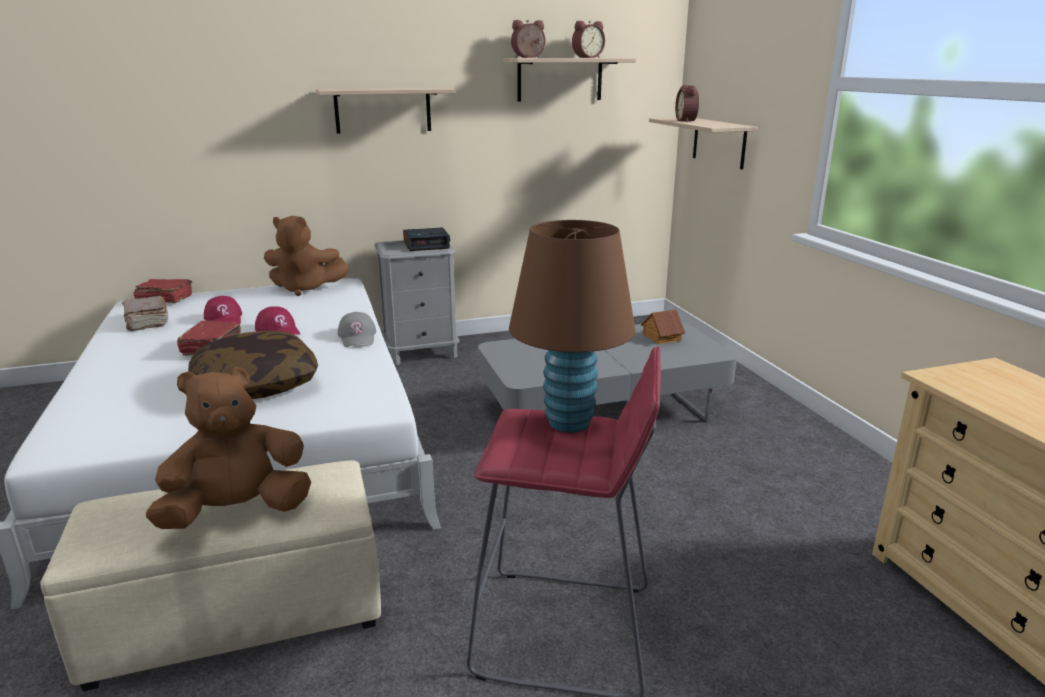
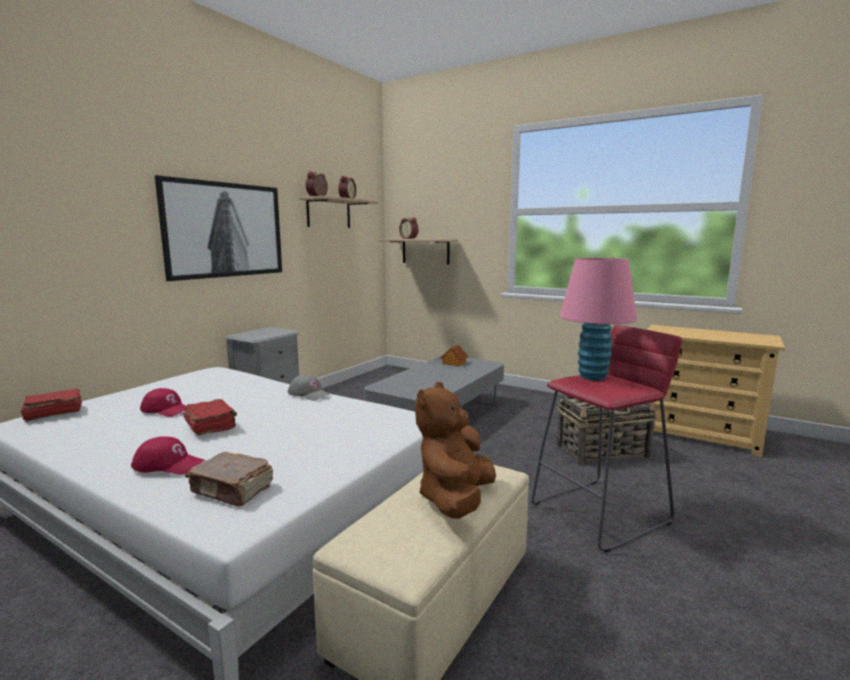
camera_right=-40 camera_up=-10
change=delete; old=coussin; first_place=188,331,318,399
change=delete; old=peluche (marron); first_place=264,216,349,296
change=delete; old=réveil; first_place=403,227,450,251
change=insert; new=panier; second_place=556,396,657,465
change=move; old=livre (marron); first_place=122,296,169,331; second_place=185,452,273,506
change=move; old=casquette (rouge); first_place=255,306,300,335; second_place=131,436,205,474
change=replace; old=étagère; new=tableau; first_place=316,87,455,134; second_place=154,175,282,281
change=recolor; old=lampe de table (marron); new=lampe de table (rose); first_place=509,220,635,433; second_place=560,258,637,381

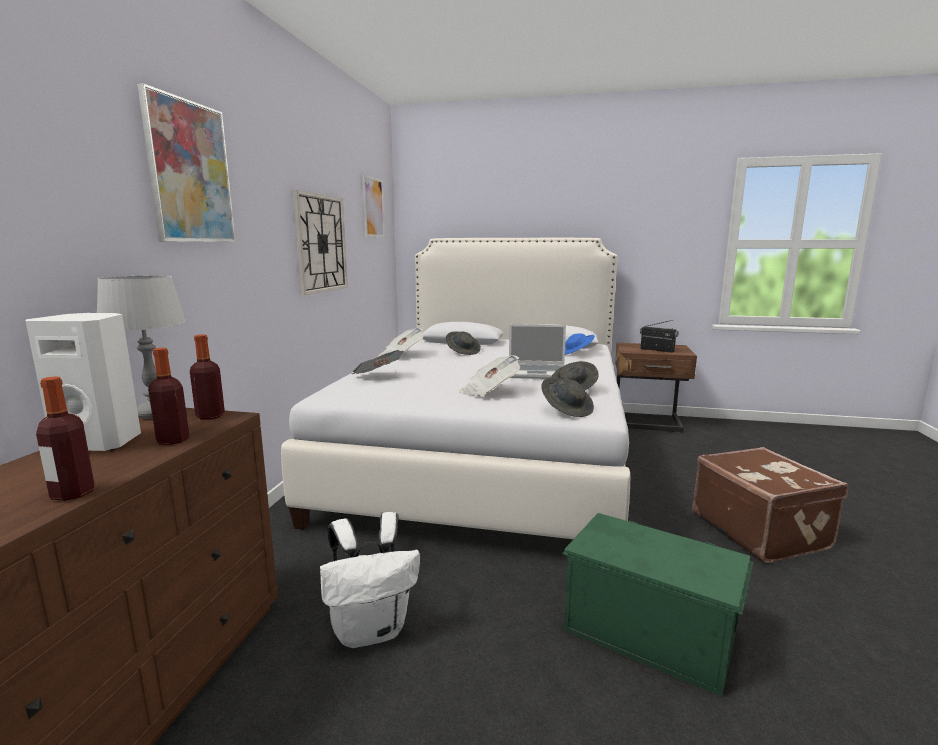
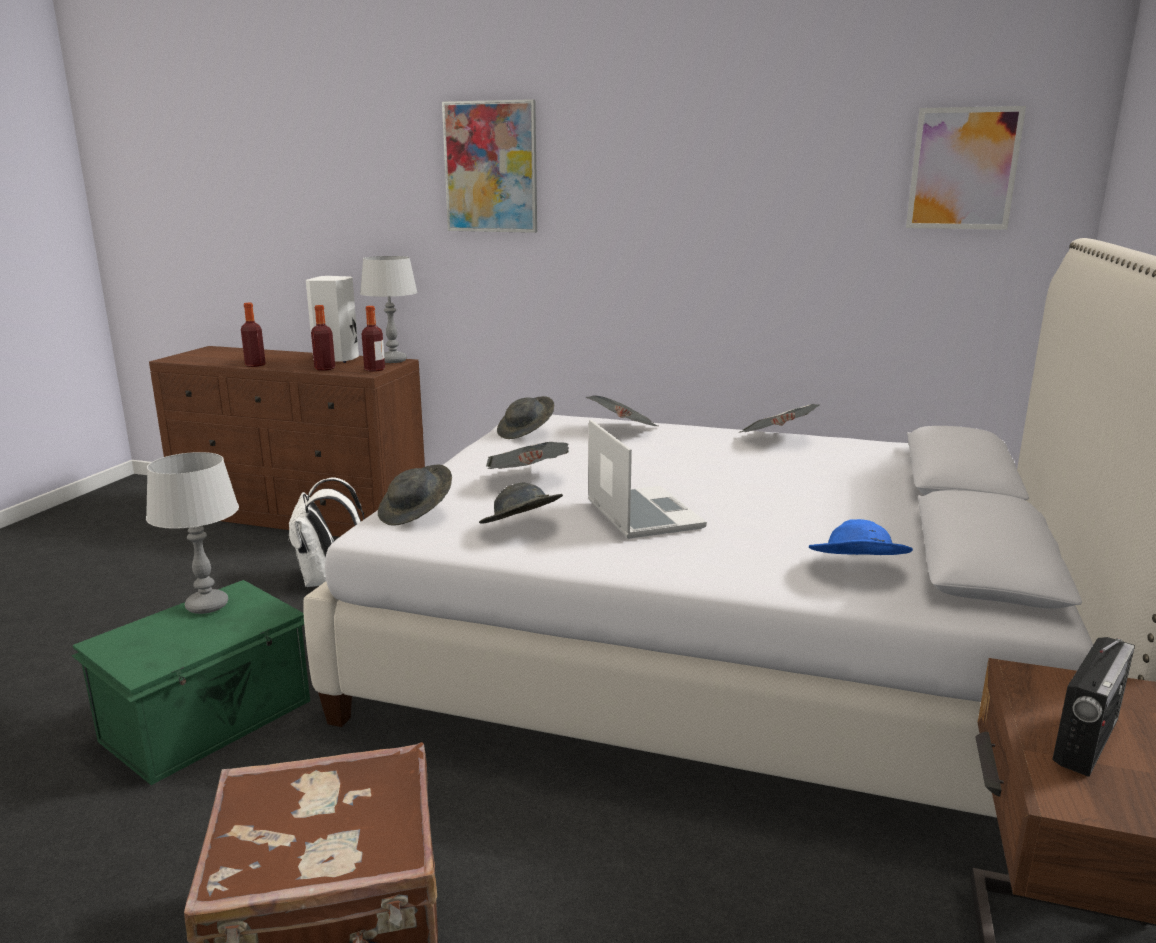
camera_right=95 camera_up=5
change=delete; old=horloge murale; first_place=293,190,348,295
change=insert; new=lampe de table (gris); second_place=146,452,239,614
change=move; old=chapeau (gris); first_place=446,331,481,355; second_place=497,396,554,439
change=rotate; old=ordinateur portable; first_place=509,324,566,379; second_place=588,419,707,539; degrees=150

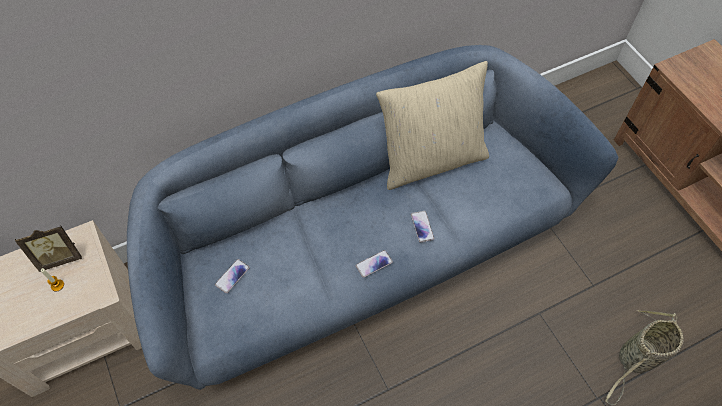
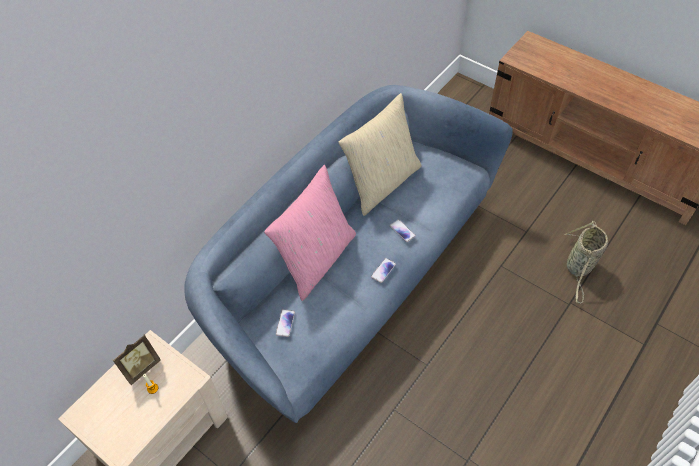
camera_right=-25 camera_up=-5
change=insert; new=coussin (rose); second_place=264,165,356,301

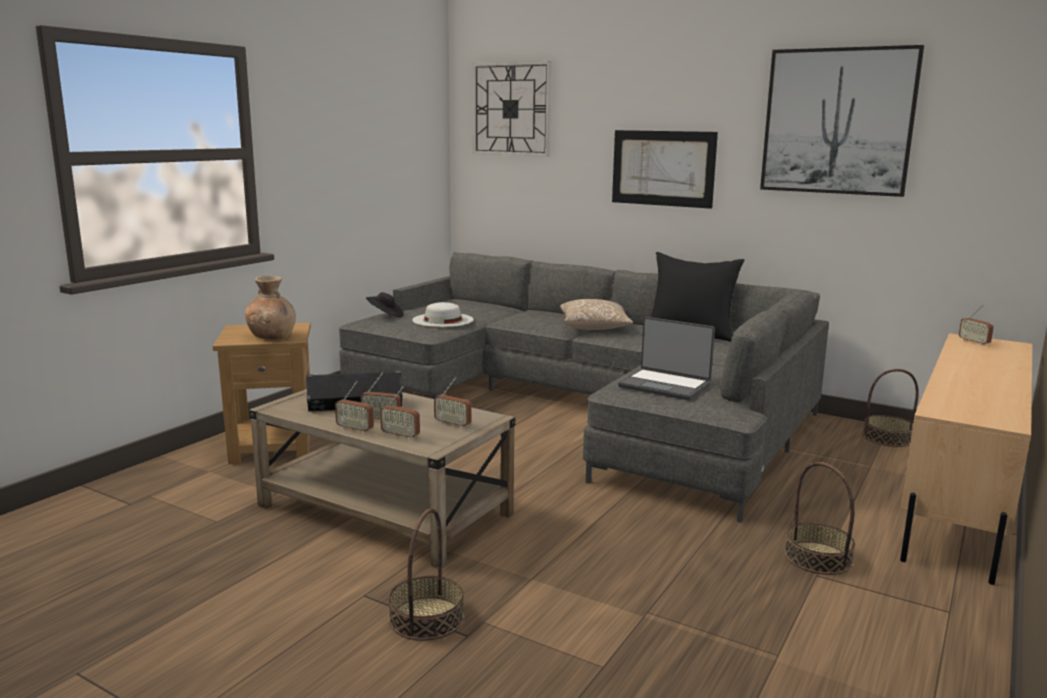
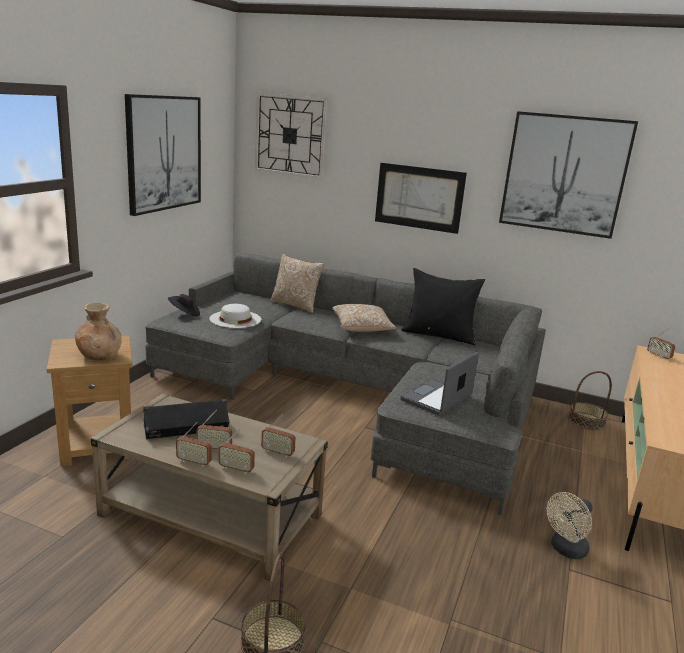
camera_right=-10 camera_up=5
change=insert; new=tableau; second_place=125,94,201,216
change=insert; new=coussin; second_place=270,254,325,314
change=replace; old=panier; new=ventilateur (beige); first_place=784,462,855,575; second_place=547,492,593,559
change=rotate; old=ordinateur portable; first_place=618,317,715,400; second_place=400,352,479,415; degrees=105

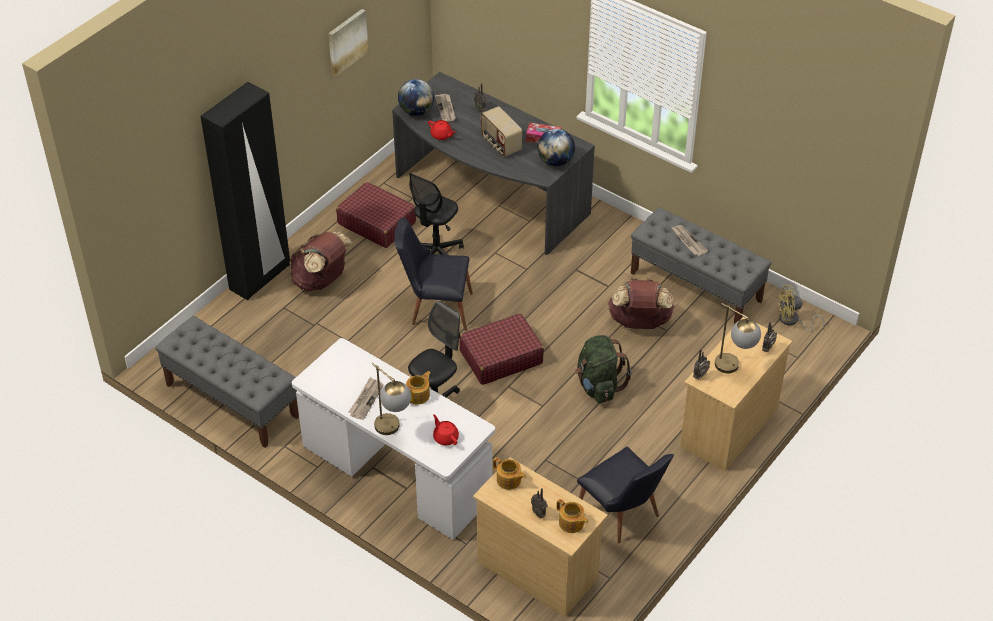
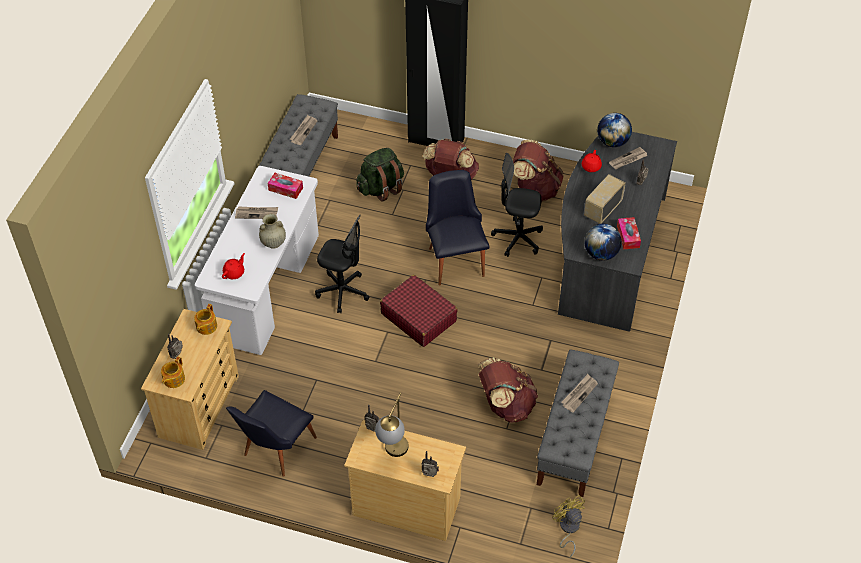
camera_right=70 camera_up=5
change=delete; old=tableau; first_place=328,9,369,77
change=delete; old=lampe de table; first_place=372,363,411,435
change=insert; new=boîte à mouchoirs; second_place=268,173,303,199
change=insert; new=journal; second_place=290,115,318,145
change=move; old=sac à dos (vert); first_place=575,335,632,403; second_place=356,148,404,202
change=replace; old=valise (rouge); new=sac à dos (marron); first_place=336,182,416,248; second_place=513,140,564,202
change=replace; old=théière; new=vase (beige); first_place=406,371,431,405; second_place=259,214,286,249

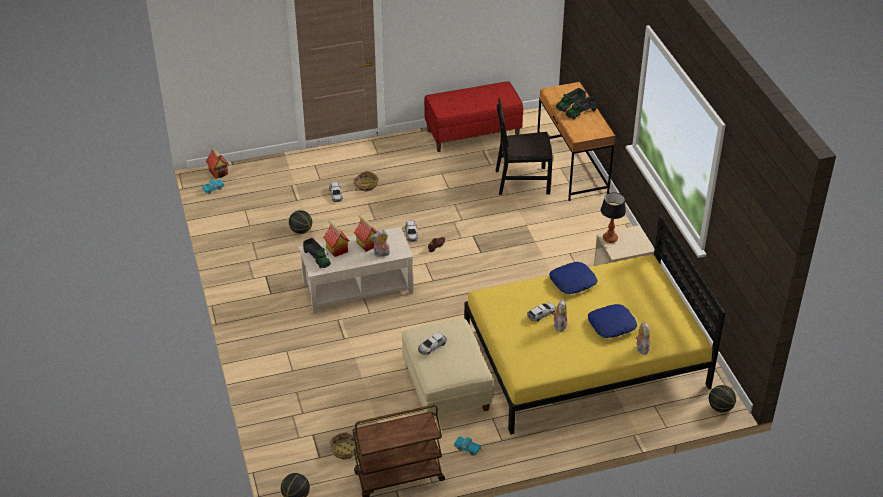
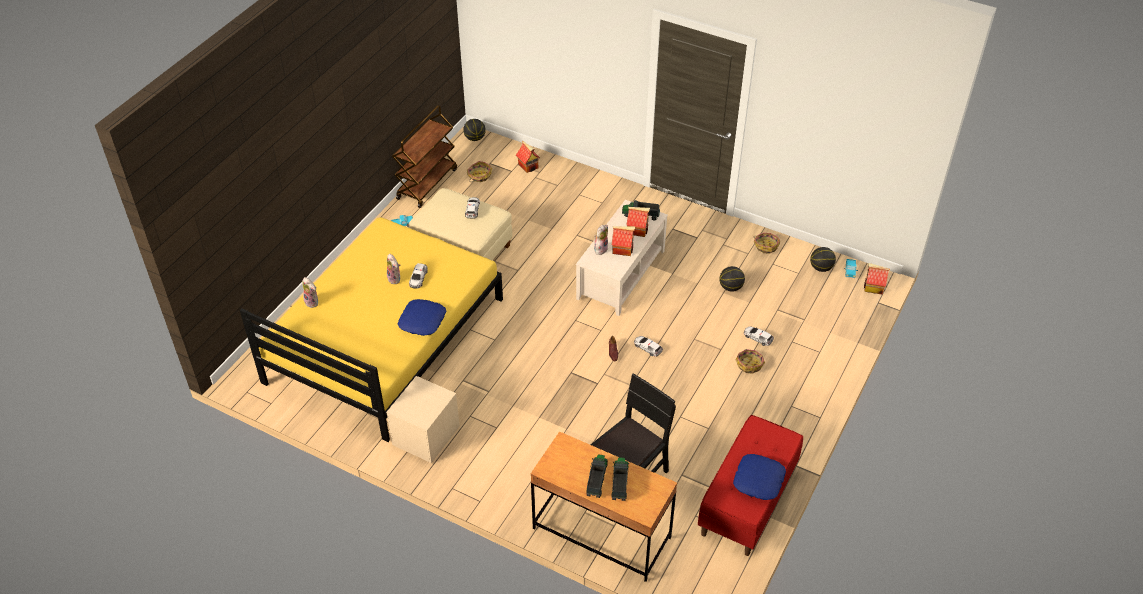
camera_right=135 camera_up=5
change=delete; old=lampe de table; first_place=601,192,626,243
change=insert; new=maison miniature; second_place=516,140,540,173
change=insert; new=panier; second_place=754,233,780,254
change=move; old=coussin (bleu); first_place=588,304,637,338; second_place=733,454,786,500
change=move; old=ballon de basket; first_place=709,385,736,412; second_place=810,247,836,272

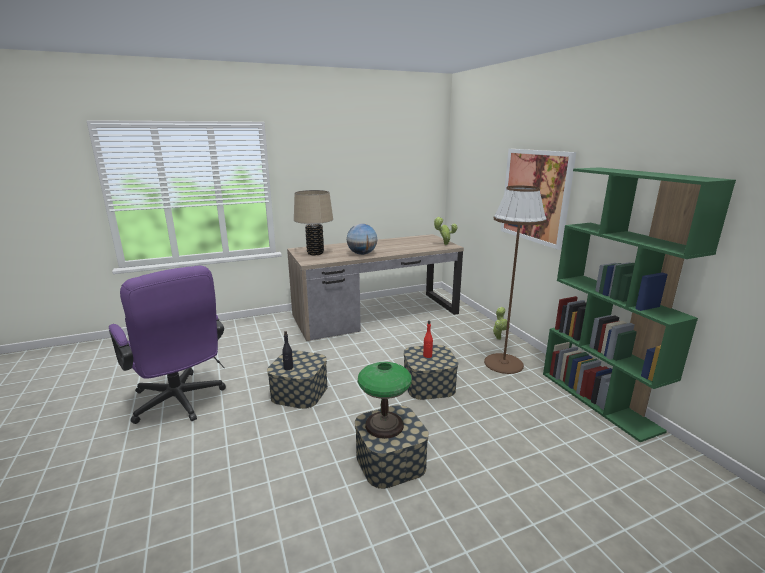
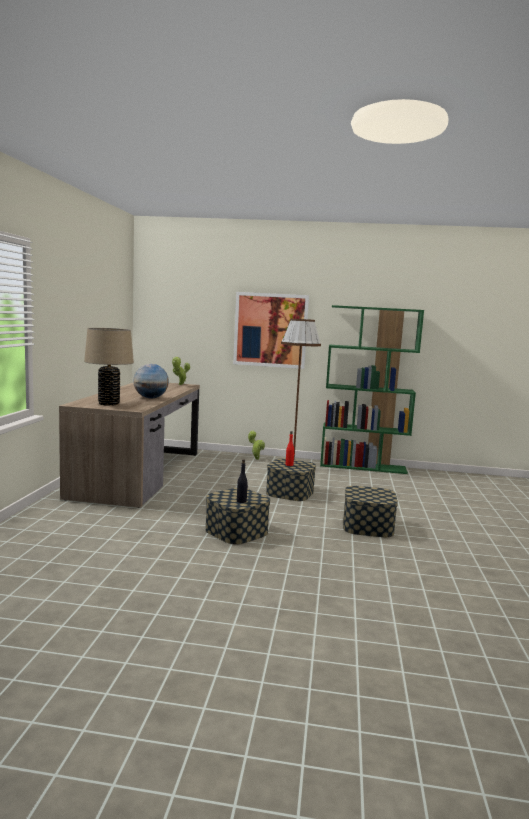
camera_right=-60 camera_up=-10
change=delete; old=chaise de bureau (violet); first_place=109,265,226,424
change=delete; old=lampe de table; first_place=358,362,412,439

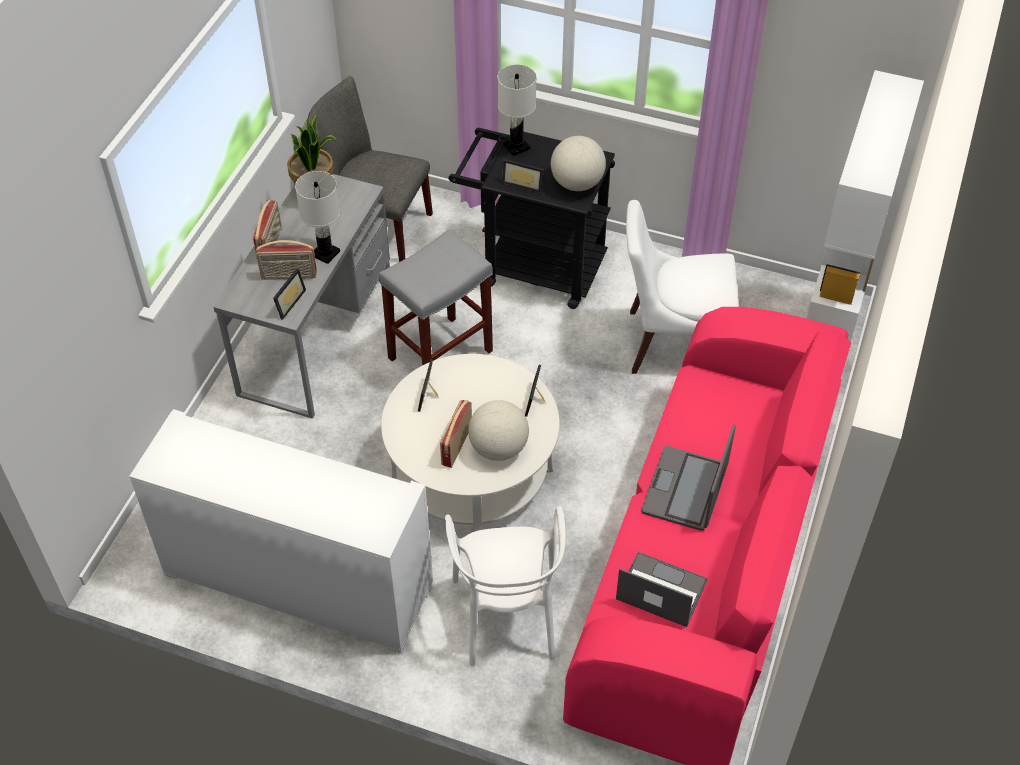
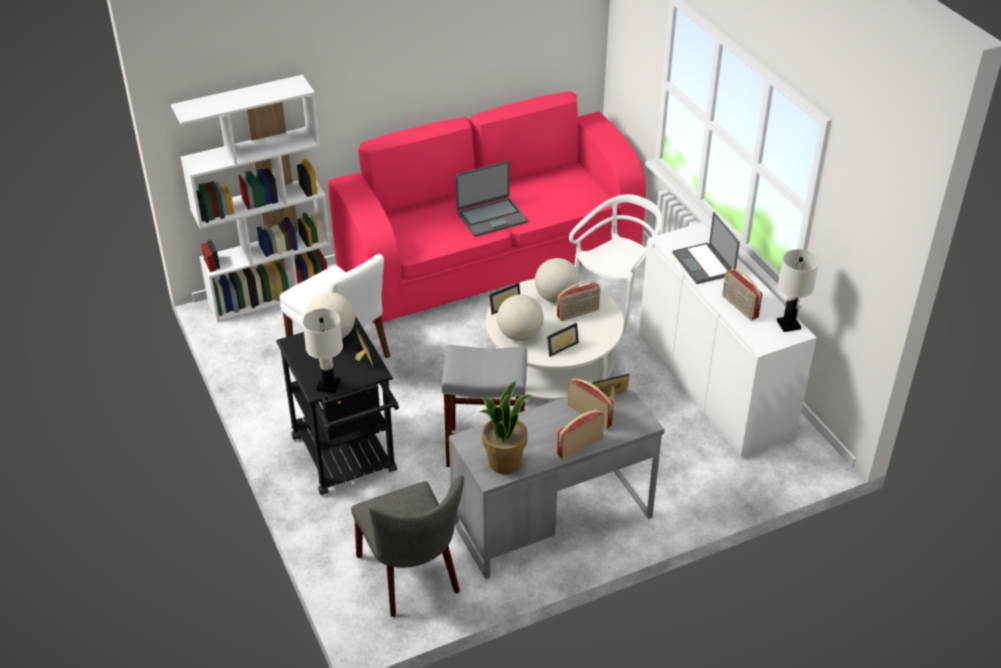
camera_right=-135 camera_up=-10
change=insert; new=globe; second_place=497,294,544,341
change=insert; new=radio; second_place=722,269,762,320
change=move; old=lampe de table (blanc); first_place=295,171,340,264; second_place=777,249,819,332
change=move; old=ordinateur portable; first_place=616,552,708,627; second_place=672,212,740,284

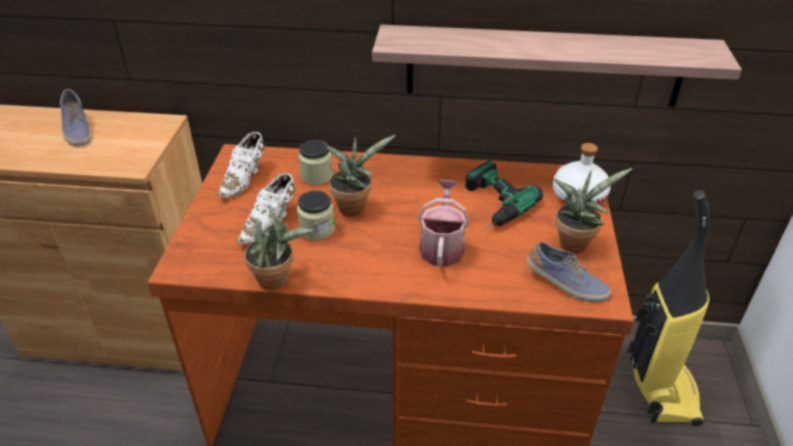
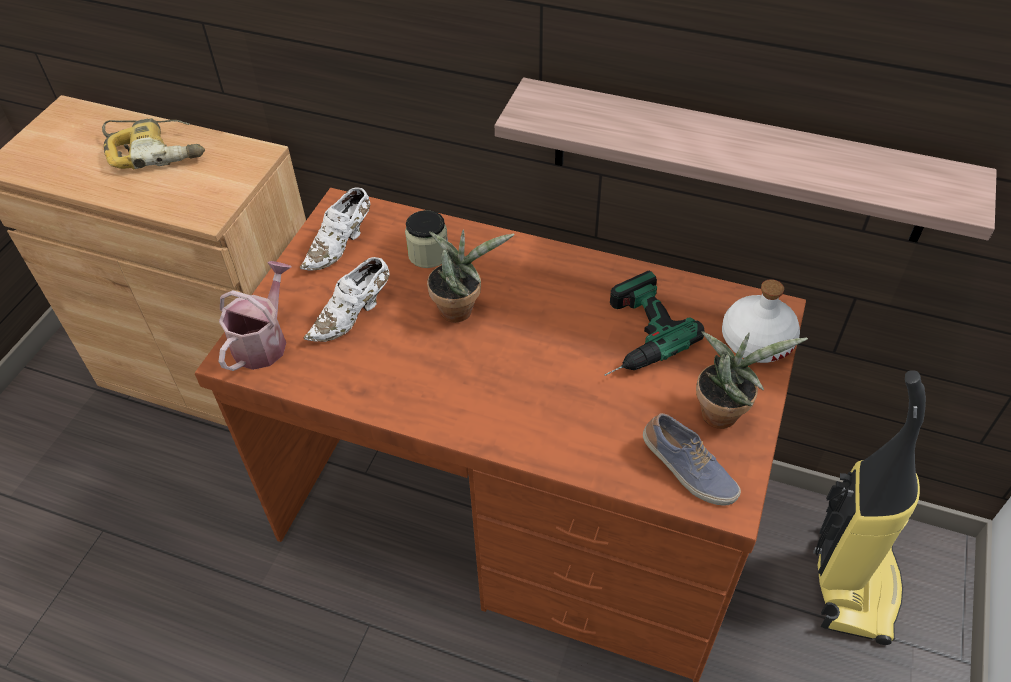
camera_right=15 camera_up=10
change=delete; old=plante en pot; first_place=244,204,313,291
change=delete; old=bocal; first_place=297,191,335,241
change=move; old=arrosoir; first_place=418,180,469,267; second_place=218,261,292,371
change=replace; old=chaussure; new=perceuse; first_place=60,89,91,146; second_place=102,118,205,169

